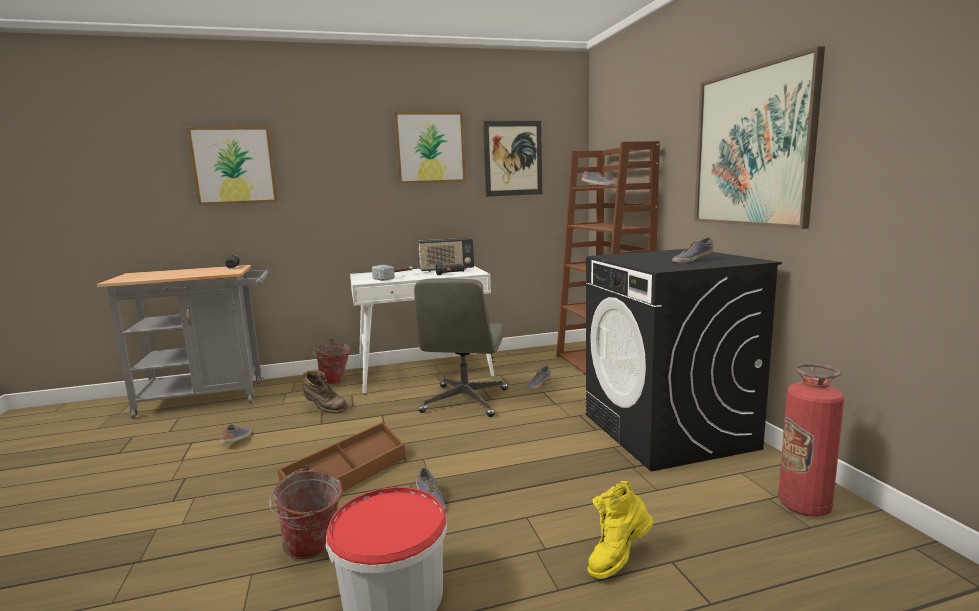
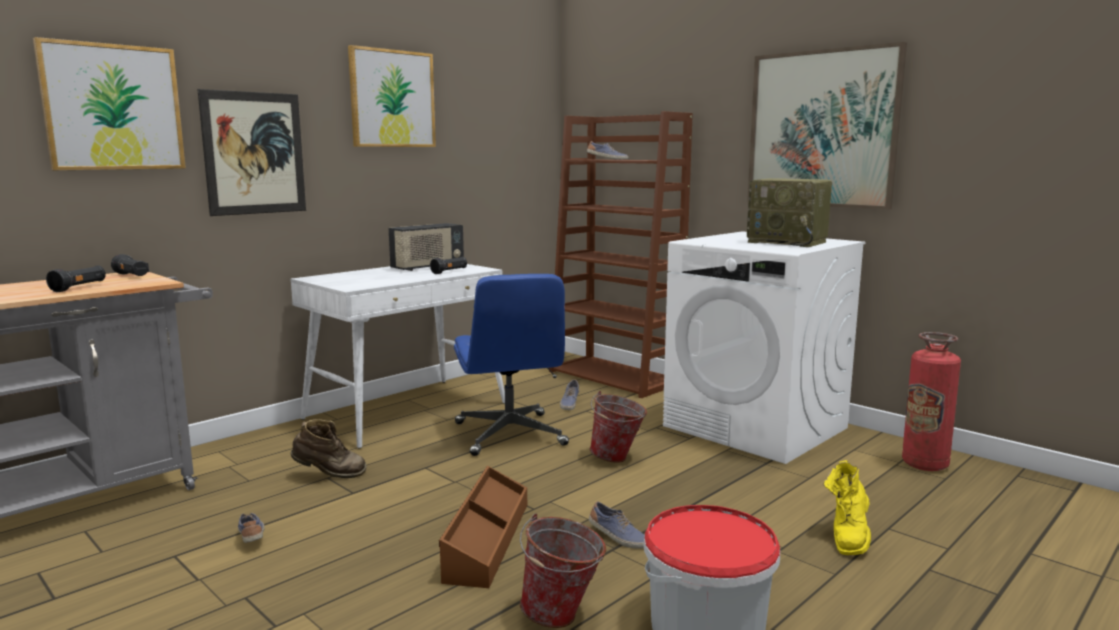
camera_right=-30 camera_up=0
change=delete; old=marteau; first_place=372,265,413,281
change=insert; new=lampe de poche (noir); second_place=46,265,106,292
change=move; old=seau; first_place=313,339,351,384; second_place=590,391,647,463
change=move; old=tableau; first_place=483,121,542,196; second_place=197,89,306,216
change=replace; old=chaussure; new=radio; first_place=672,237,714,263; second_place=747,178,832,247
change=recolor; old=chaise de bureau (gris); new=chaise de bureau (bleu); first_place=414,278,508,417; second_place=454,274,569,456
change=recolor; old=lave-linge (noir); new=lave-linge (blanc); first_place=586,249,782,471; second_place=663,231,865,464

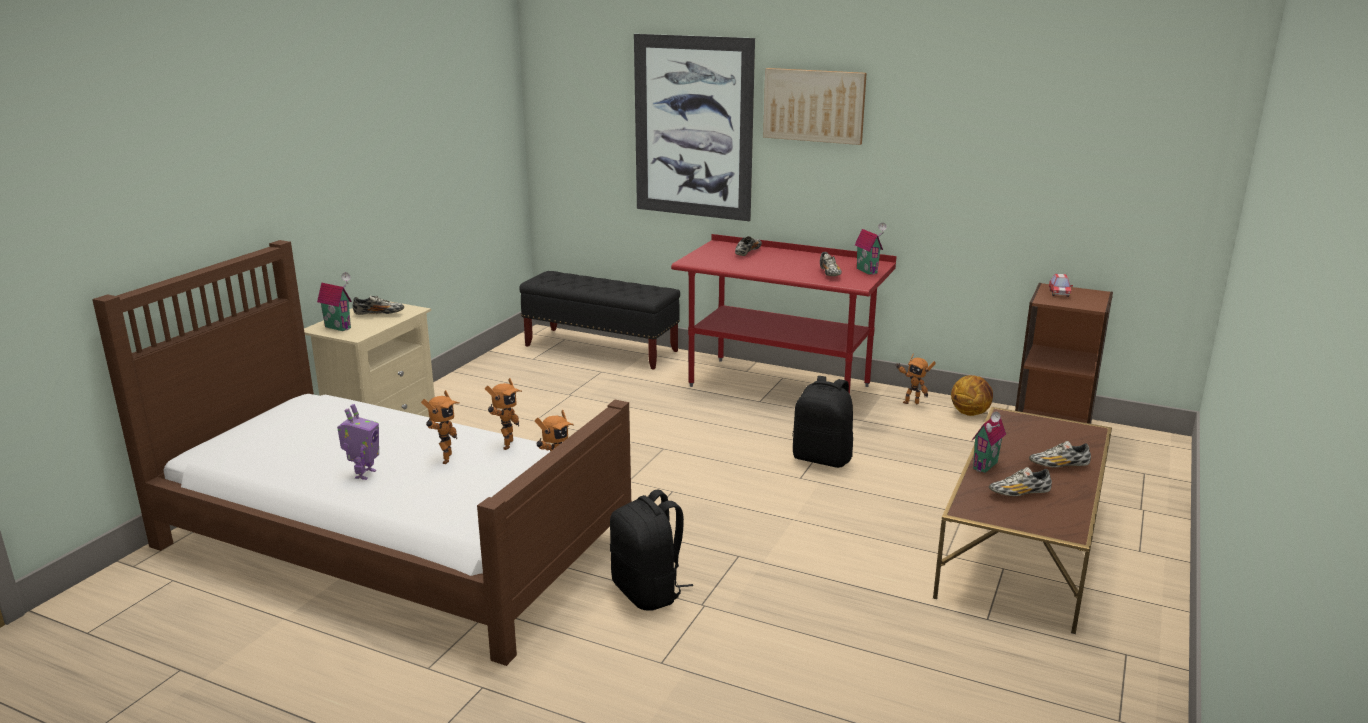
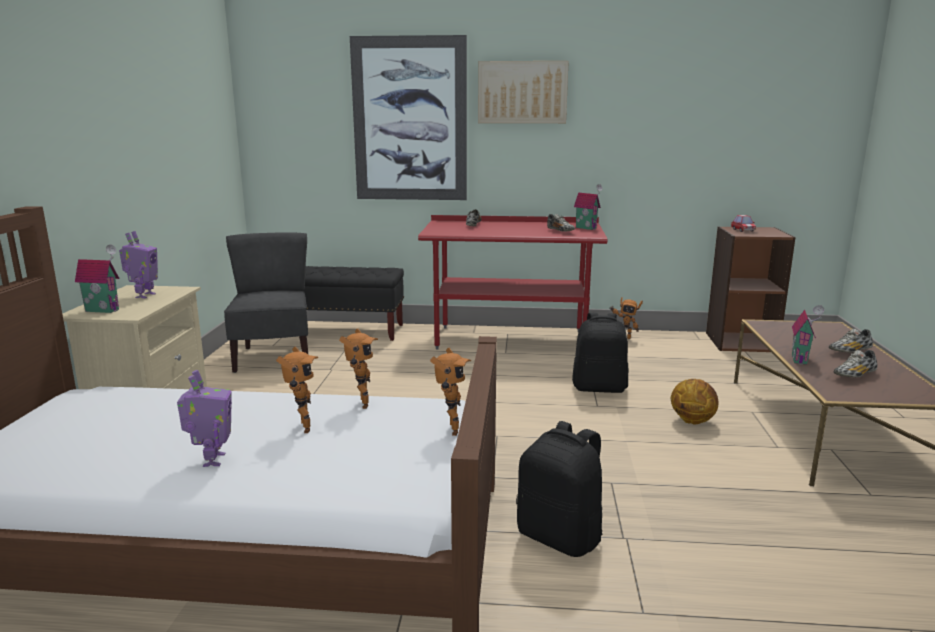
camera_right=-20 camera_up=-5
change=insert; new=chaise (gris); second_place=224,232,308,373
change=move; old=ballon de basket; first_place=951,375,993,416; second_place=670,379,719,424
change=replace; old=chaussure; new=robot jouet; first_place=353,295,404,315; second_place=119,231,158,299

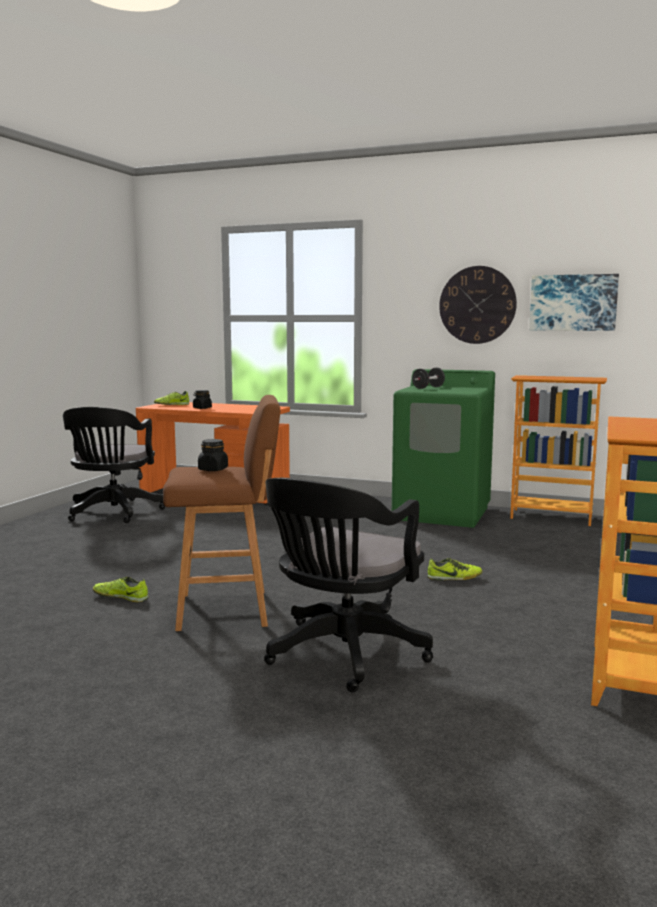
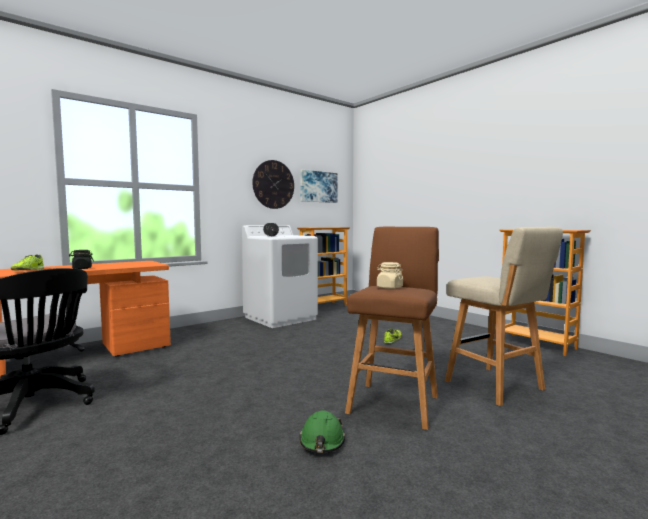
camera_right=-60 camera_up=-5
change=replace; old=chaussure; new=casque de chantier (vert); first_place=93,577,149,602; second_place=299,410,345,453
change=replace; old=chaise de bureau (noir); new=tabouret (beige); first_place=264,478,433,693; second_place=445,227,563,406
change=recolor; old=bocal (noir); new=bocal (beige); first_place=198,439,228,471; second_place=377,262,403,289
change=recolor; old=lave-linge (vert); new=lave-linge (blanc); first_place=392,369,495,528; second_place=242,225,318,328

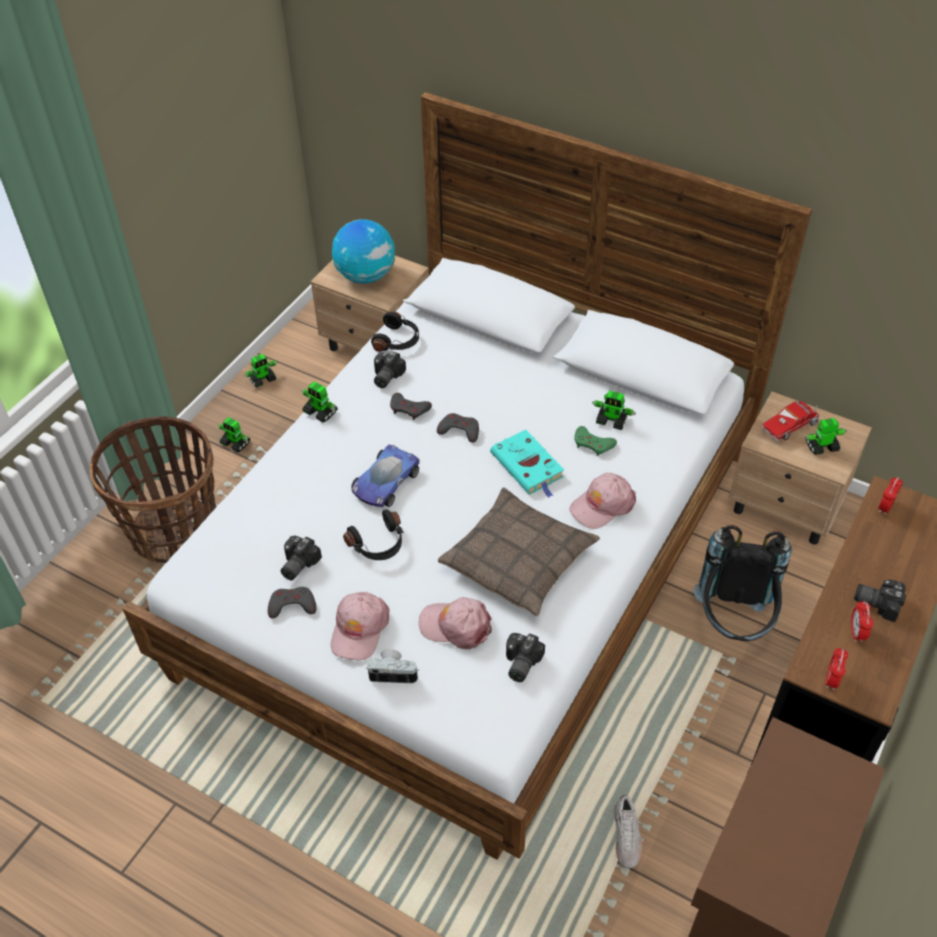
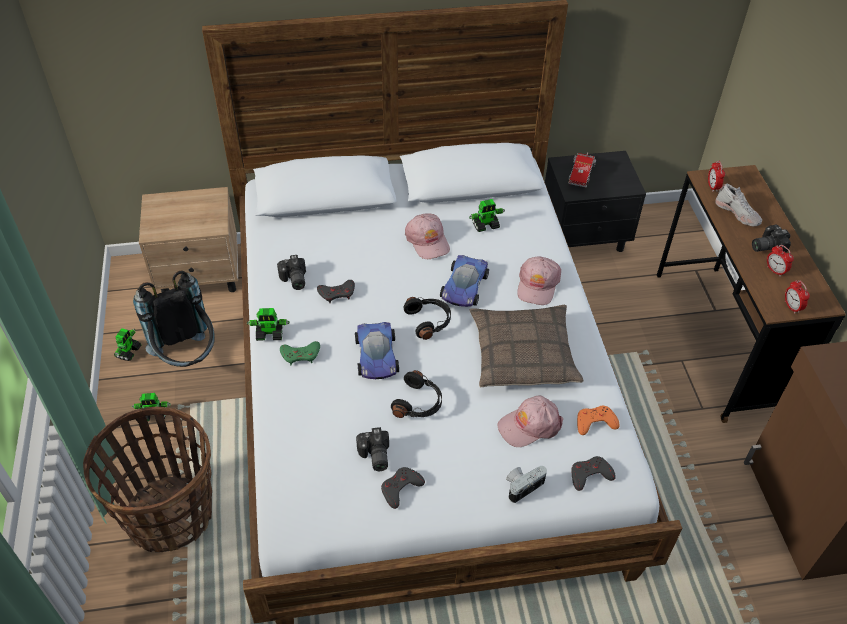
camera_right=-40 camera_up=0
change=delete; old=globe; first_place=332,219,395,283
change=delete; old=robot jouet; first_place=804,418,847,455
change=move; old=casquette (rose); first_place=331,592,389,660; second_place=405,213,450,259
change=move; old=casque audio (noir); first_place=371,312,419,352; second_place=404,297,451,340
change=move; old=manette (gris); first_place=437,413,479,443; second_place=572,456,616,491
change=move; old=manette (vert); first_place=574,426,617,456; second_place=280,341,320,365
change=move; old=chaussure (blanc); first_place=614,795,642,868; second_place=715,184,762,226
change=move; old=sac à dos (noir); first_place=693,525,792,641; second_place=133,271,215,367
change=replace; old=livre (turquoise); new=petite voiture; first_place=490,429,564,498; second_place=440,255,489,307
change=replace; old=appareil photo; new=manette (orange); first_place=506,633,545,682; second_place=577,406,620,435
change=recolor; old=table de chevet (beige); new=table de chevet (noir); first_place=729,392,872,545; second_place=545,151,646,252

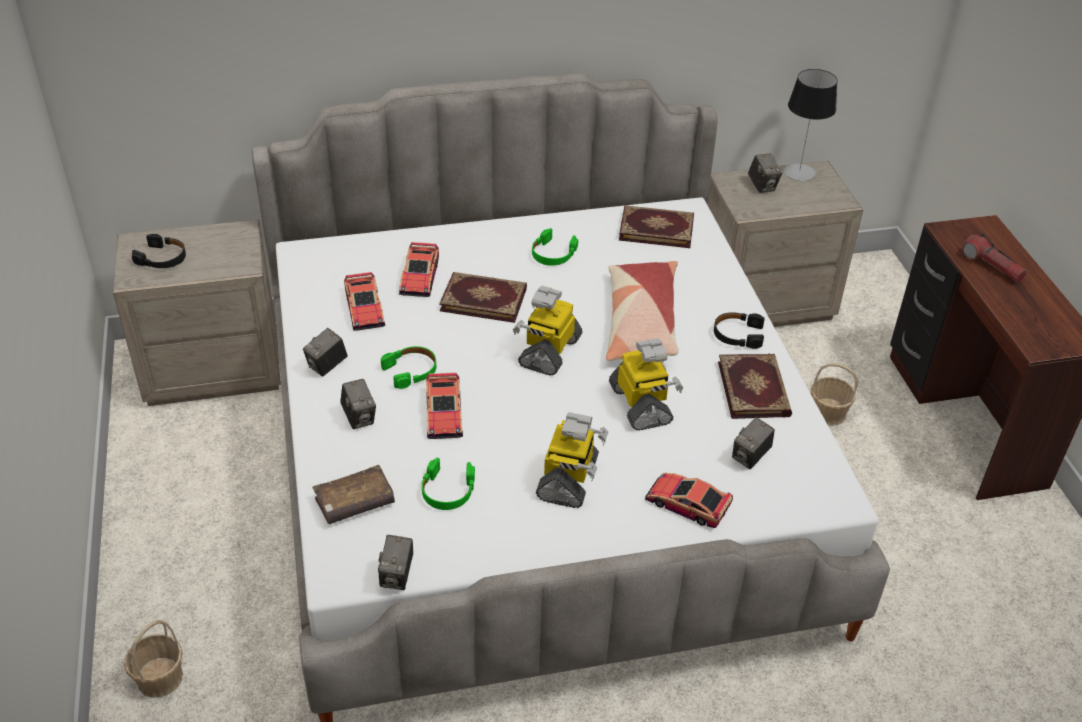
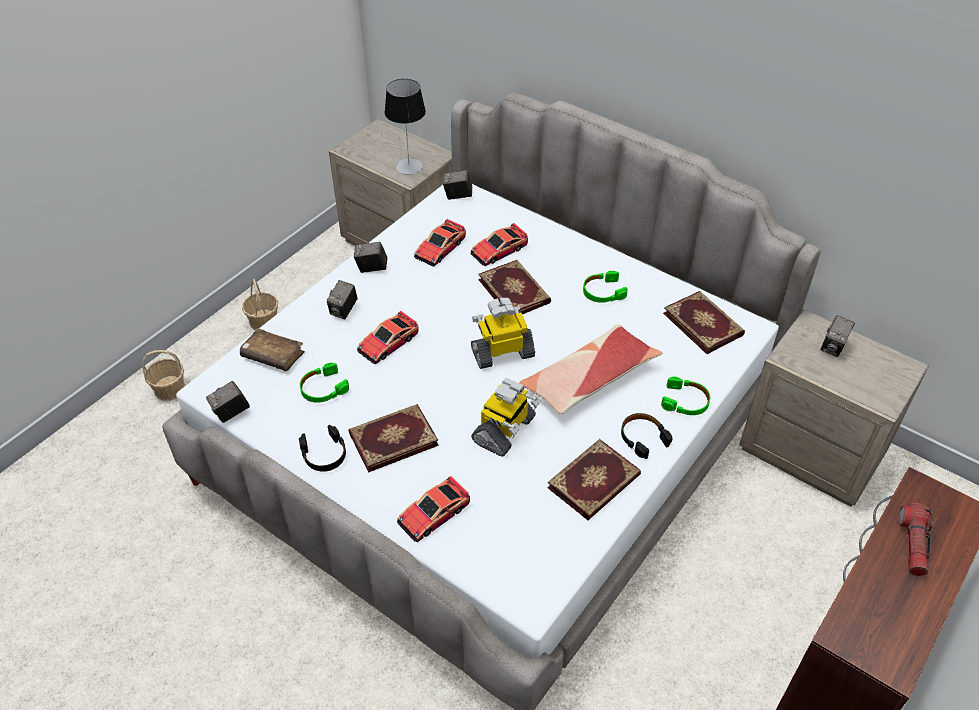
camera_right=50 camera_up=5
change=move; old=casque audio (noir); first_place=132,234,186,268; second_place=299,425,346,472
change=move; old=casque audio (vert); first_place=381,346,436,389; second_place=661,377,710,415
change=move; old=appareil photo; first_place=732,417,775,469; second_place=443,170,472,200
change=move; old=lampe de table; first_place=784,69,837,181; second_place=384,79,426,175
change=move; old=panier; first_place=811,363,858,426; second_place=242,279,278,330
change=replace; old=robot jouet; new=livre; first_place=536,412,608,508; second_place=349,404,439,473
change=rotate; old=petite voiture; first_place=645,473,733,528; second_place=397,476,470,542; degrees=-120

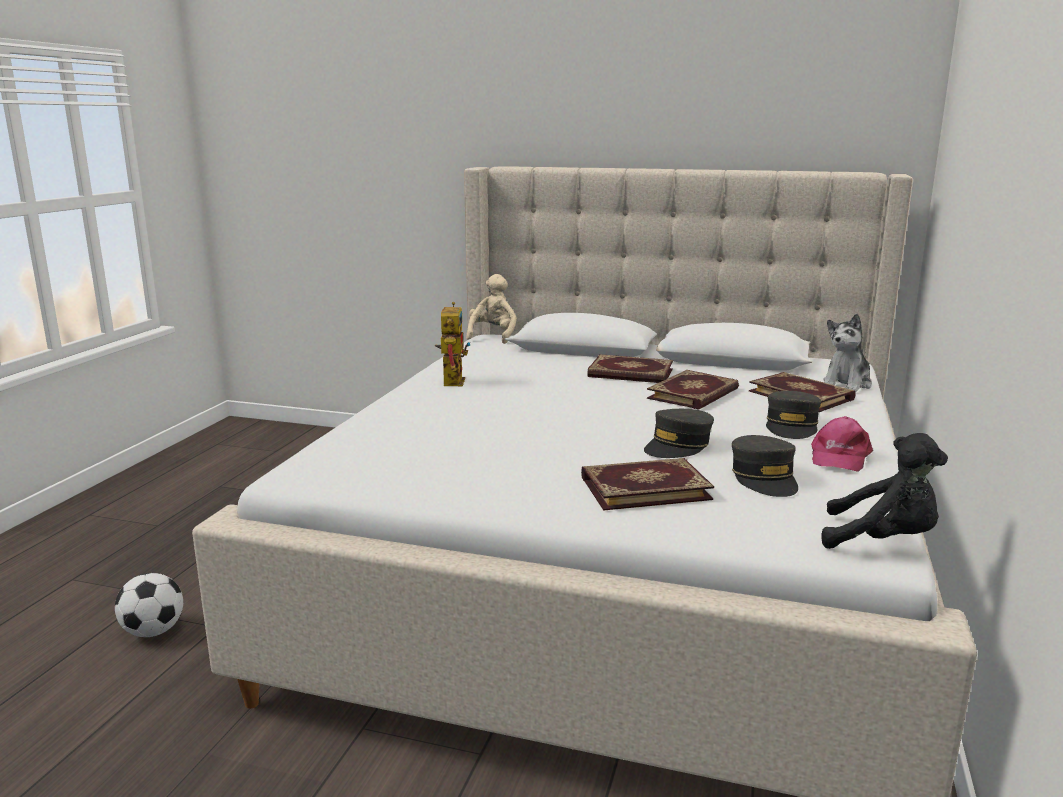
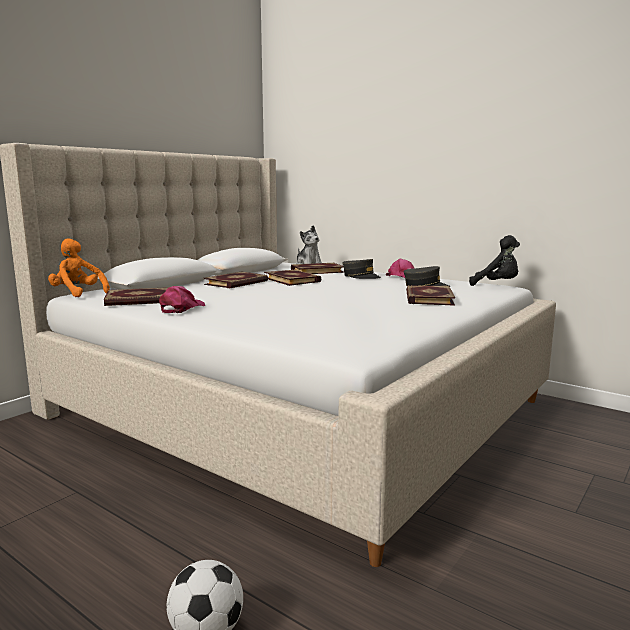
camera_right=-70 camera_up=-5
change=delete; old=casquette (gris); first_place=644,409,714,458
change=insert; new=livre; second_place=104,287,169,306
change=replace; old=robot jouet; new=casquette (rose); first_place=435,302,470,386; second_place=159,286,205,313
change=recolor; old=peluche (beige); new=peluche (orange); first_place=466,274,517,344; second_place=48,238,110,297
change=rotate; old=peluche (noir); first_place=821,433,948,549; second_place=469,235,520,286; degrees=75

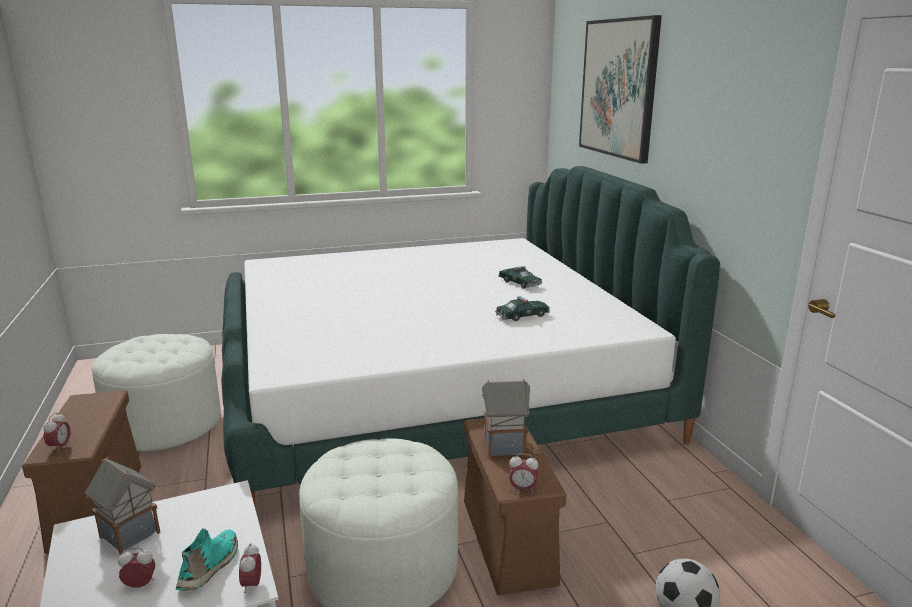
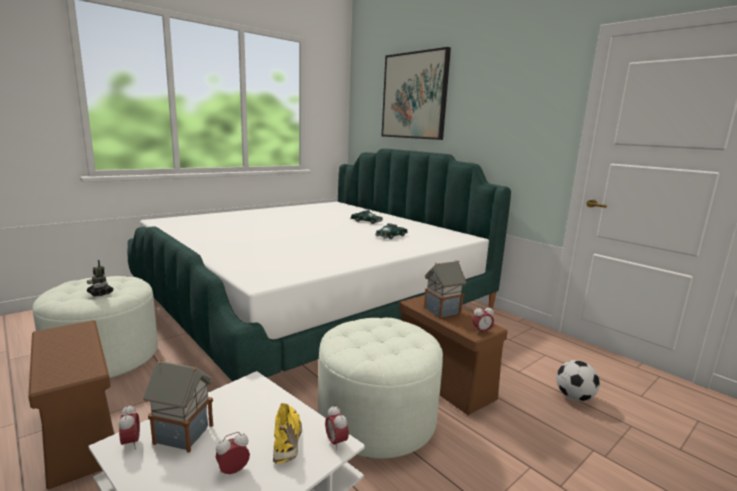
camera_right=-25 camera_up=-5
change=insert; new=robot jouet; second_place=87,260,113,297
change=move; old=réveil; first_place=43,412,70,452; second_place=119,404,140,449
change=recolor; old=chaussure (turquoise); new=chaussure (jaune); first_place=176,528,238,590; second_place=273,403,302,464

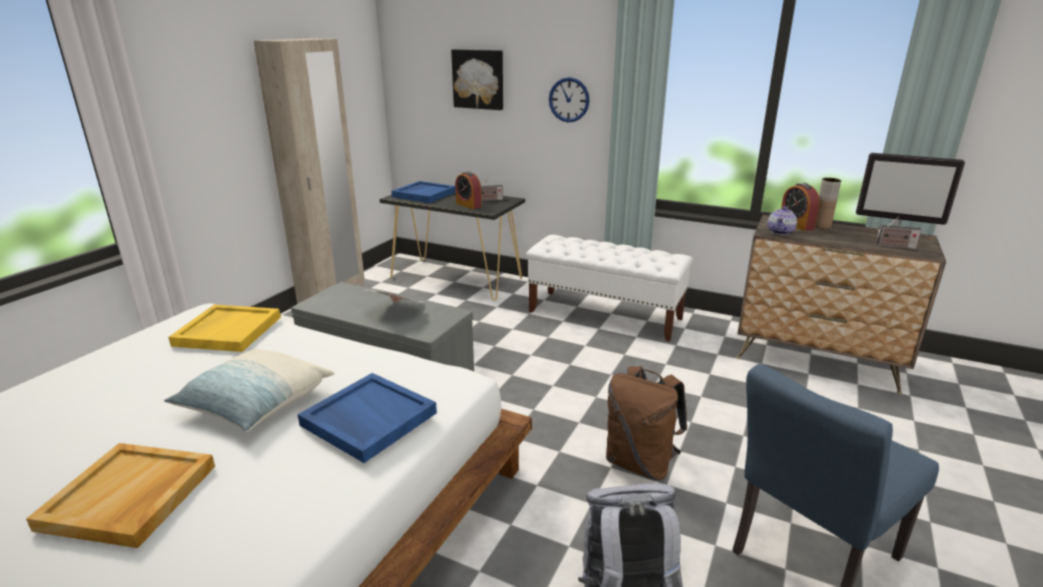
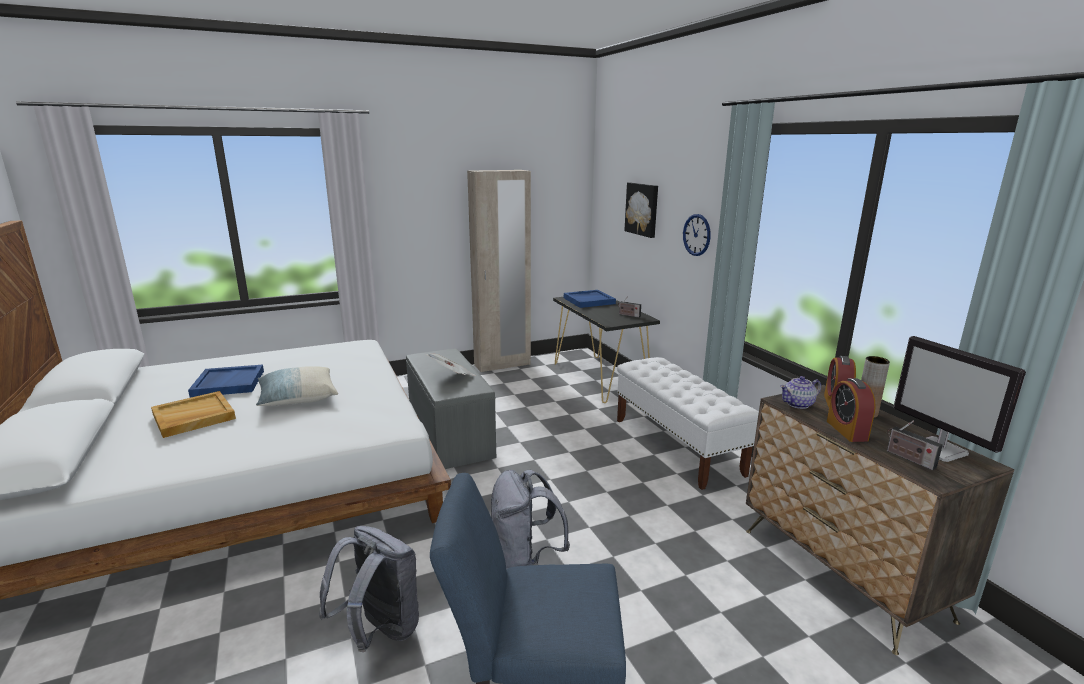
camera_right=40 camera_up=-5
change=delete; old=plateau (jaune); first_place=168,305,281,352
change=move; old=plateau (bleu); first_place=298,373,437,463; second_place=188,365,264,397
change=move; old=réveil; first_place=455,171,482,209; second_place=827,378,876,442
change=recolor; old=sac à dos (marron); new=sac à dos (gris); first_place=606,366,687,480; second_place=491,470,570,569

